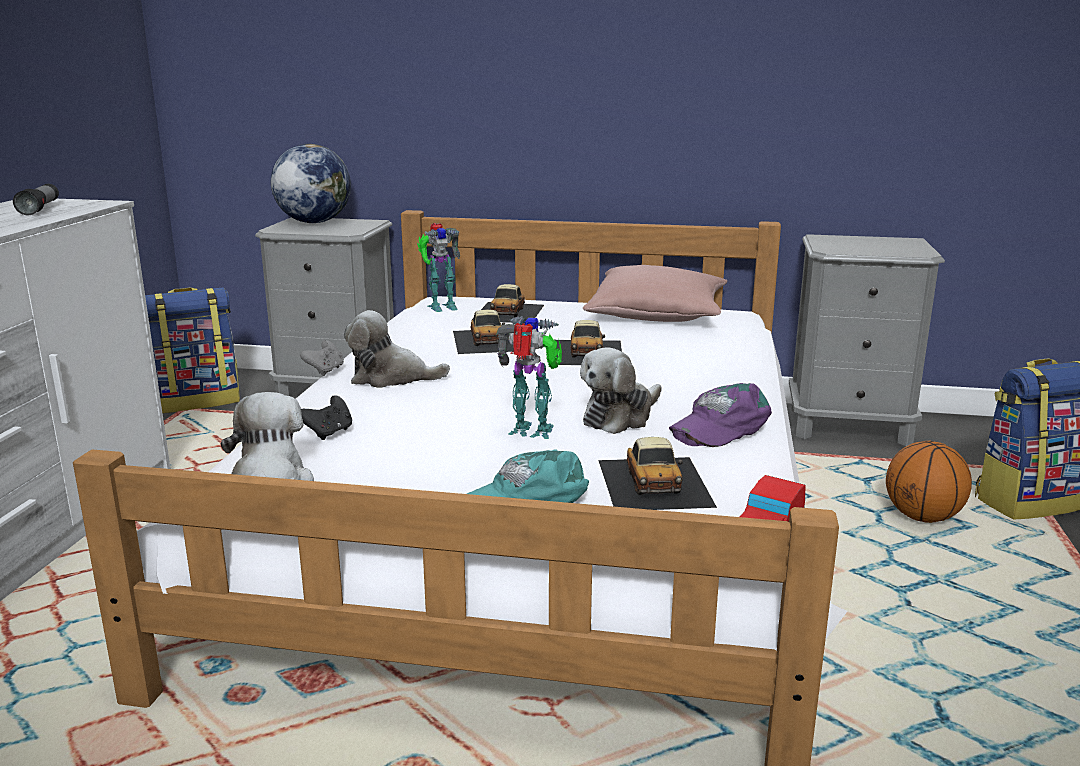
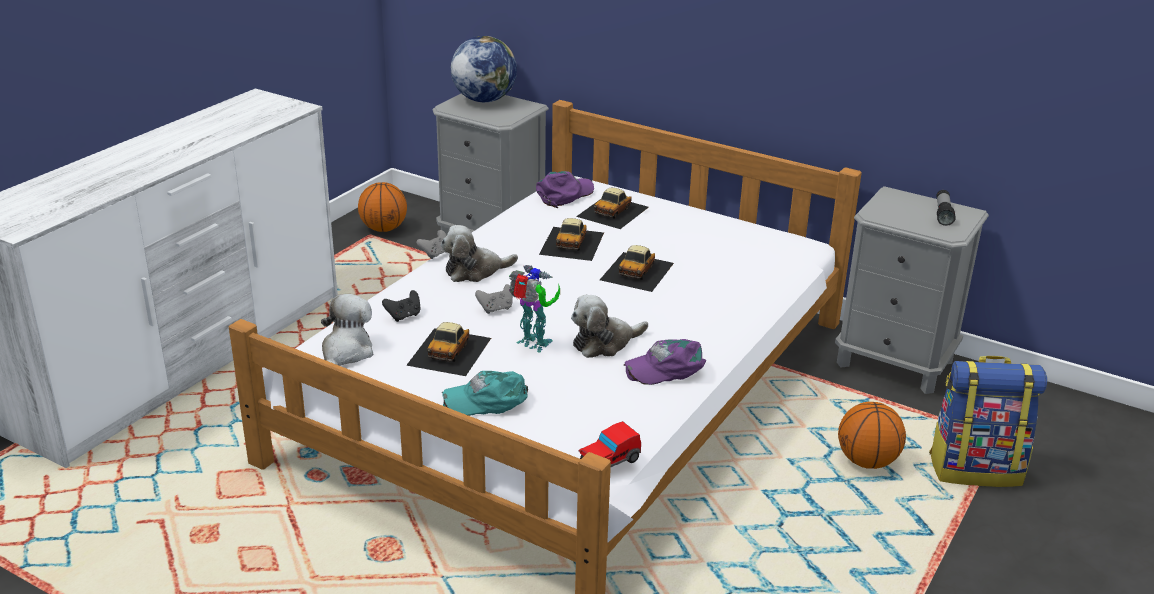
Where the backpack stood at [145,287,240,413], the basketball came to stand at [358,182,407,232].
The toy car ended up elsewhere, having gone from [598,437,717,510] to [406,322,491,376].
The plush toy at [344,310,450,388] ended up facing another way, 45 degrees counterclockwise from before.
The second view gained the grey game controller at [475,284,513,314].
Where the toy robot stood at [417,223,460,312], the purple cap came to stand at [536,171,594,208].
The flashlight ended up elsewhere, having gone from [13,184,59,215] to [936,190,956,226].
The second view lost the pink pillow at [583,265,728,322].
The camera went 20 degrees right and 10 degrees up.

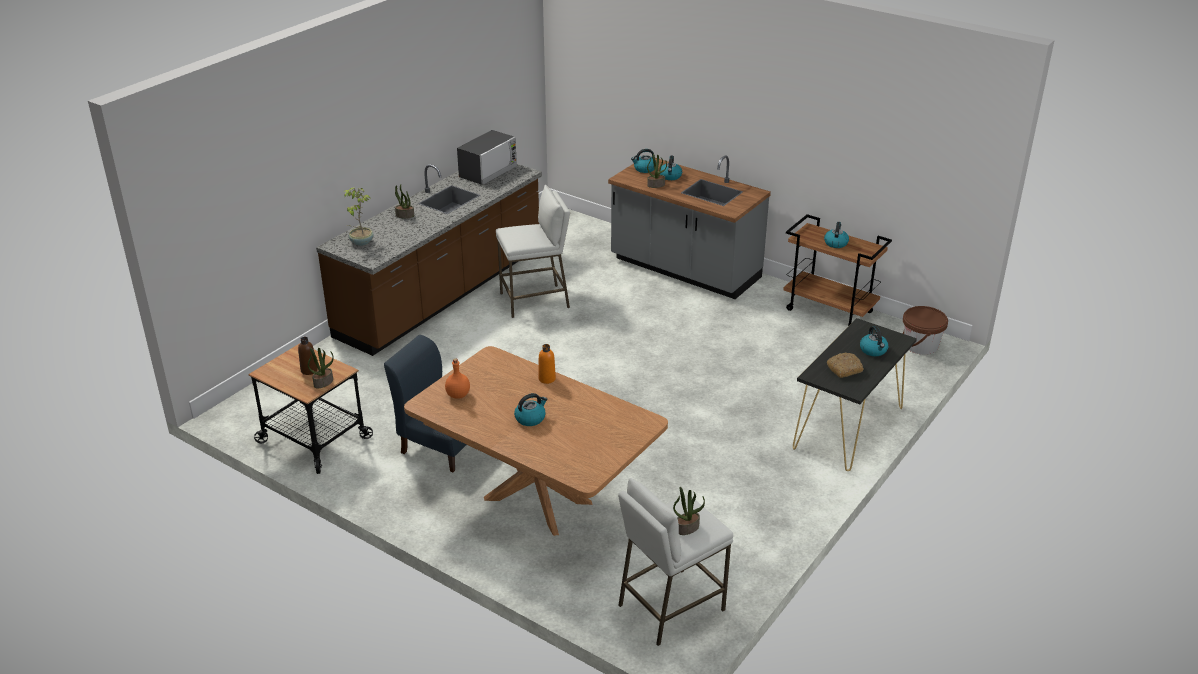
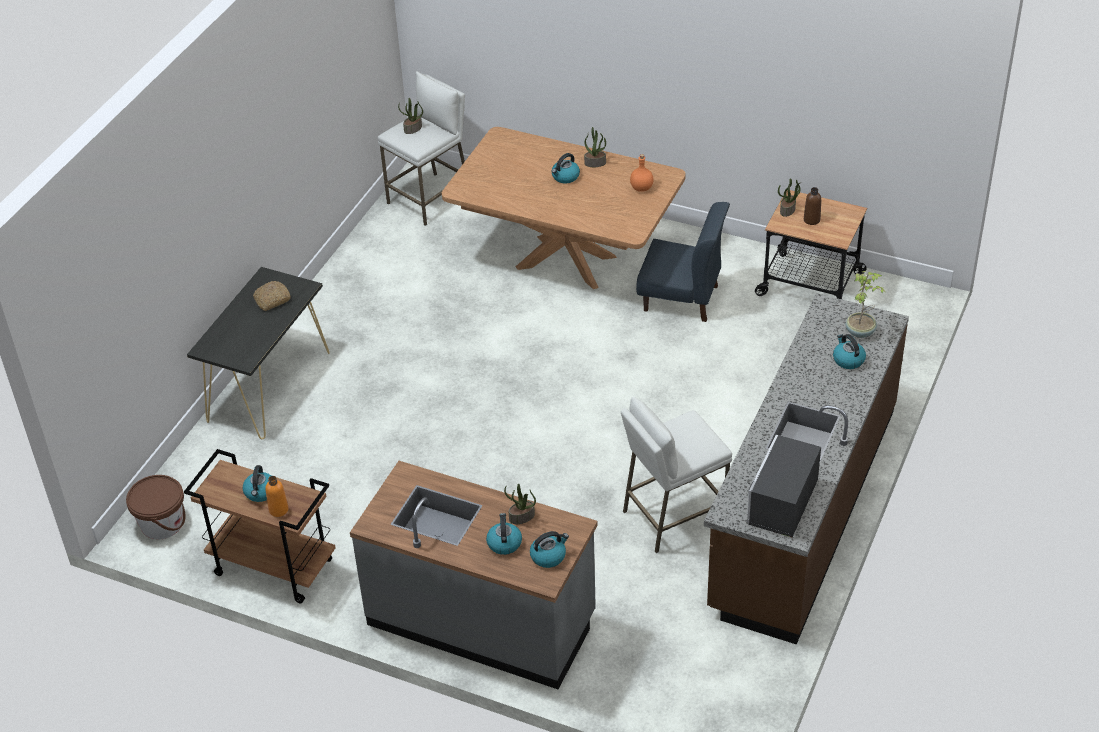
The orange bottle ended up elsewhere, having gone from [538,344,556,384] to [265,476,288,517].
The potted plant ended up elsewhere, having gone from [395,185,414,218] to [584,127,606,167].
The kettle ended up elsewhere, having gone from [860,326,888,356] to [833,334,866,369].
The camera went 170 degrees right and 10 degrees up.

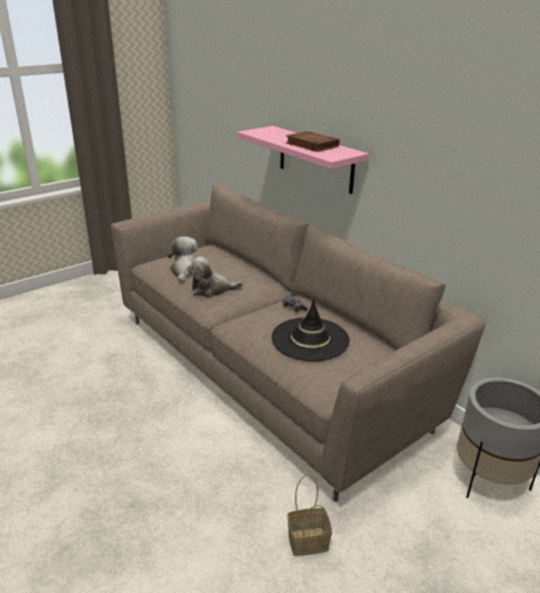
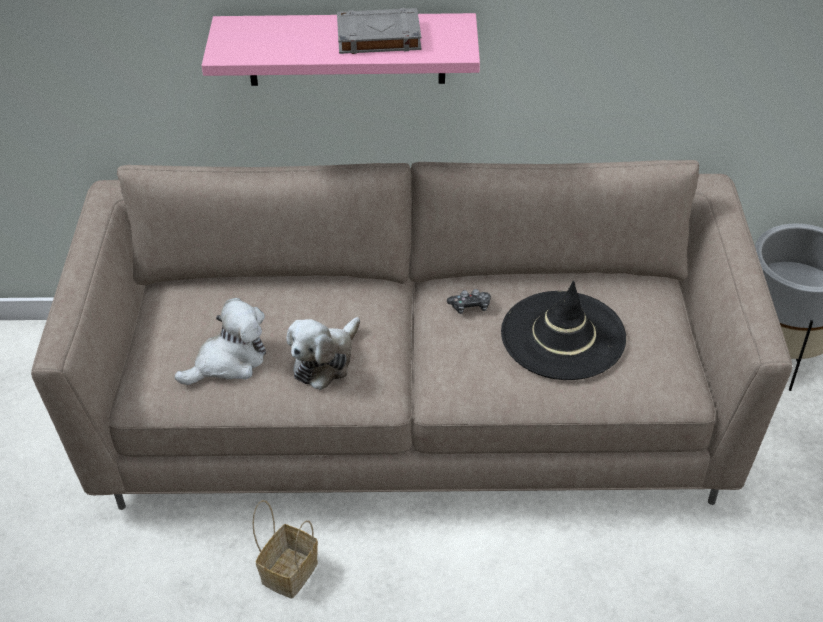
The plush toy at [167,236,198,283] ended up facing another way, 105 degrees clockwise from before.
The basket ended up elsewhere, having gone from [287,475,332,556] to [252,500,318,599].
What was the brown book at [286,131,340,152] turned into the grey book at [337,8,421,54].
The camera went 50 degrees left and 15 degrees up.

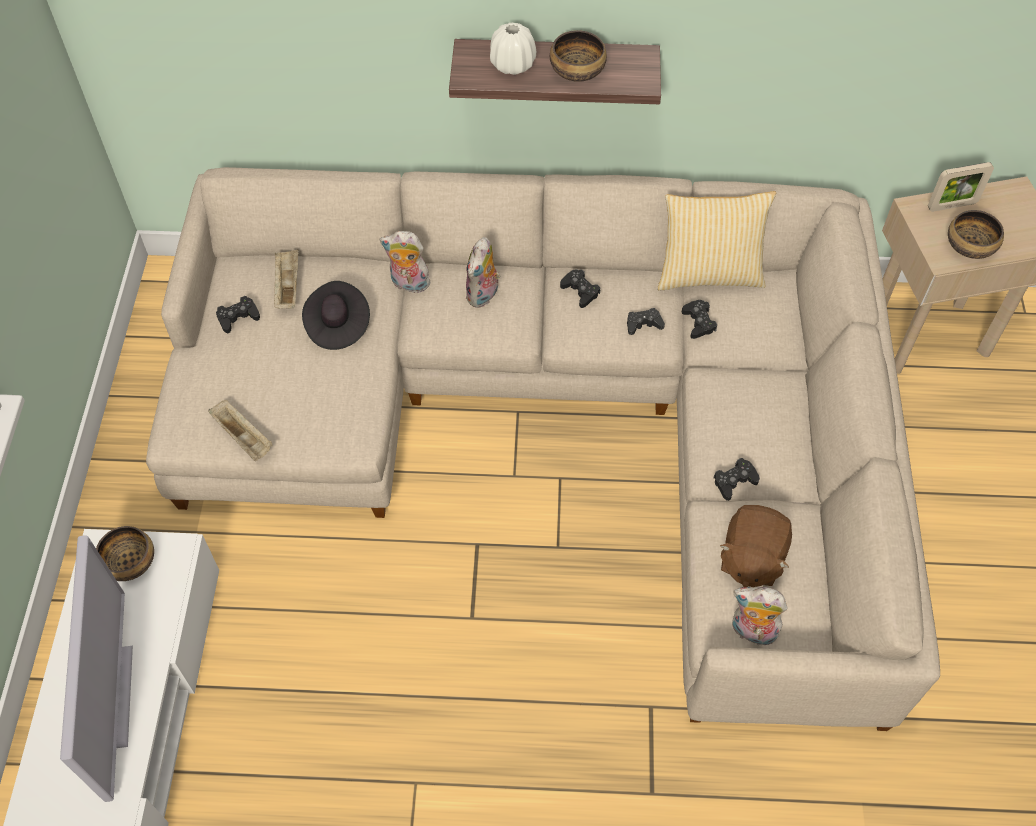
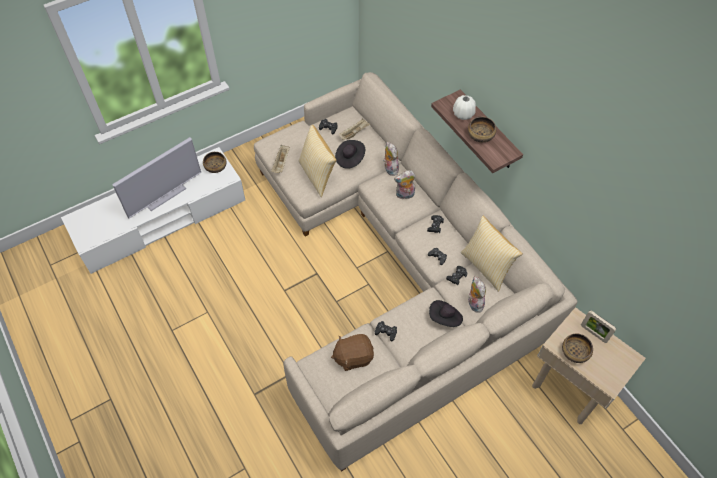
The second view gained the pillow at [299,125,336,197].
The second view gained the black hat at [429,300,463,327].
The plush toy ended up elsewhere, having gone from [732,587,788,645] to [468,276,486,313].
The camera went 55 degrees right and 0 degrees up.

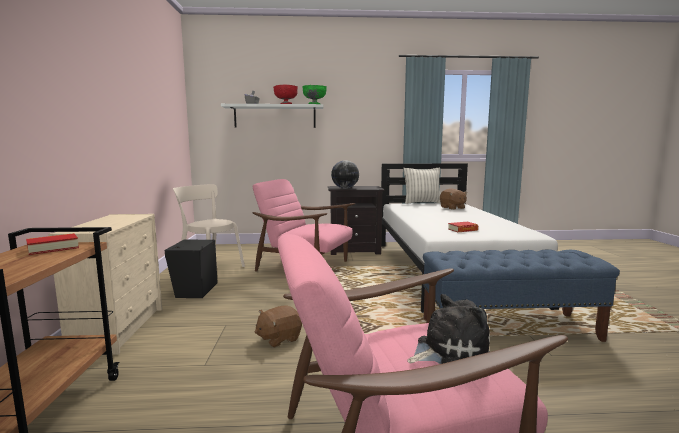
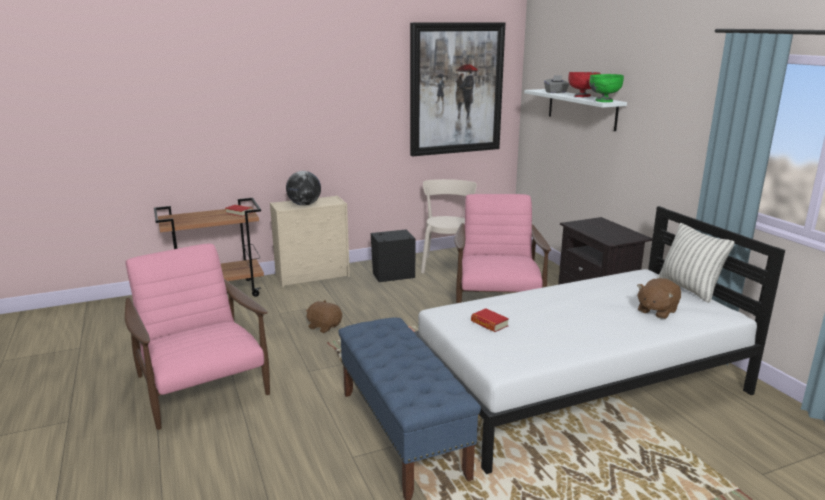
The globe ended up elsewhere, having gone from [331,160,359,188] to [286,171,321,206].
The second view gained the picture at [410,22,505,156].
The second view lost the plush toy at [407,294,490,364].
The camera went 70 degrees right and 10 degrees up.

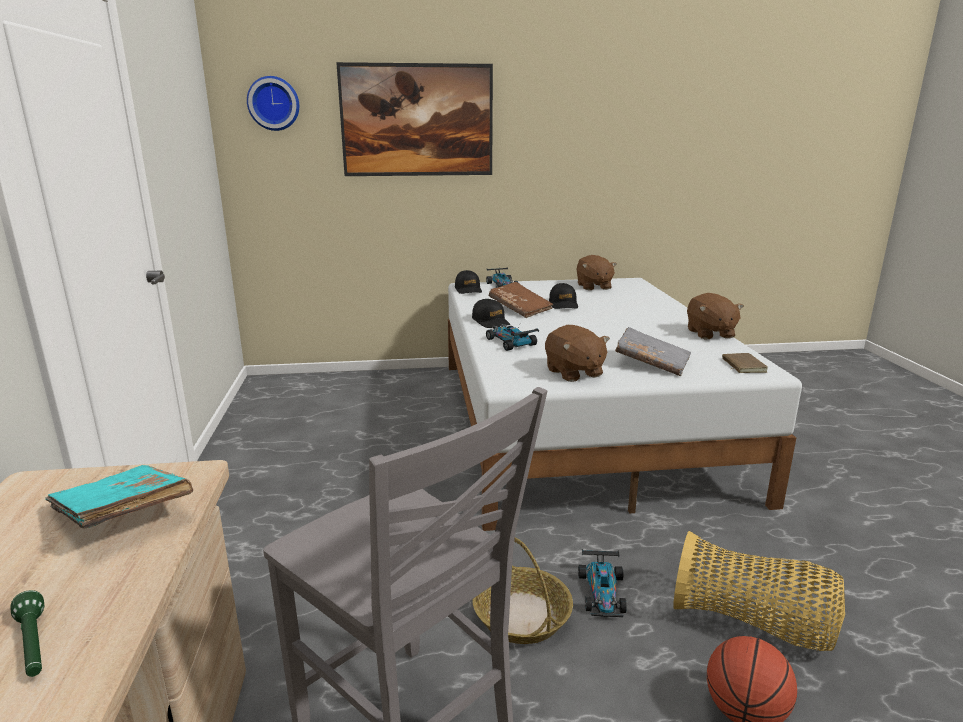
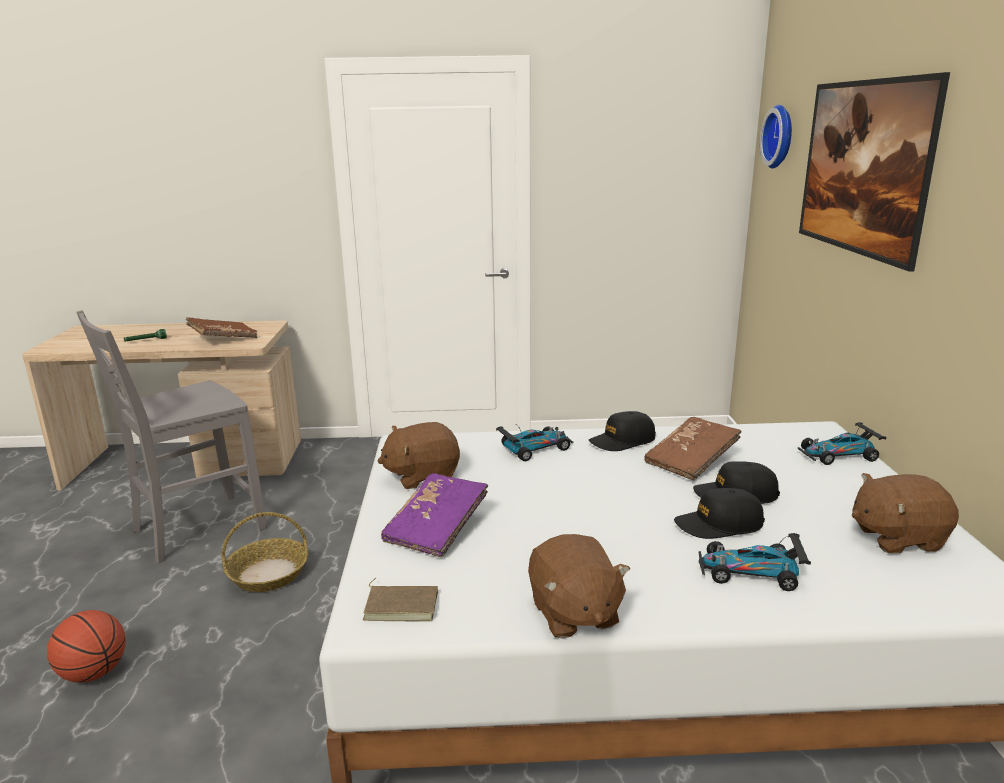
What was the turquoise book at [45,465,193,529] turned into the brown book at [186,317,257,338].
What was the grey book at [615,327,691,376] turned into the purple book at [381,473,488,557].
The brown plush toy at [687,293,744,339] ended up facing another way, 105 degrees counterclockwise from before.
The black cap ended up elsewhere, having gone from [455,270,482,294] to [674,488,765,539].
The toy car ended up elsewhere, having gone from [578,549,627,617] to [699,533,811,591].
The second view lost the basket at [673,531,845,651].
The camera went 95 degrees right and 0 degrees up.

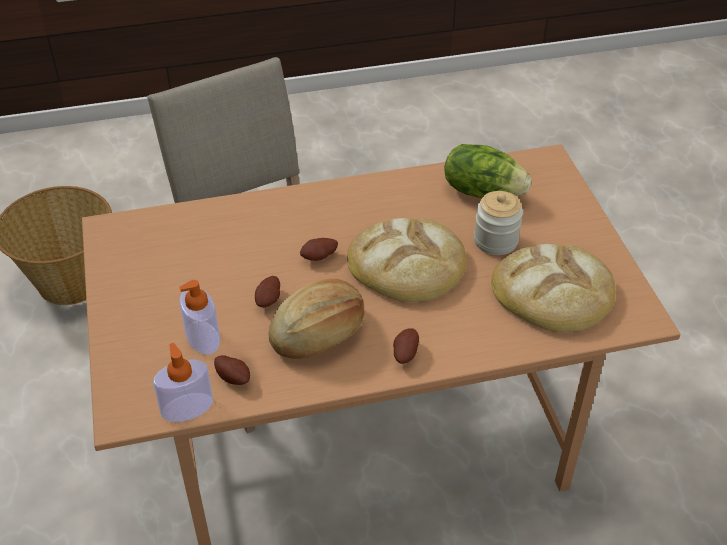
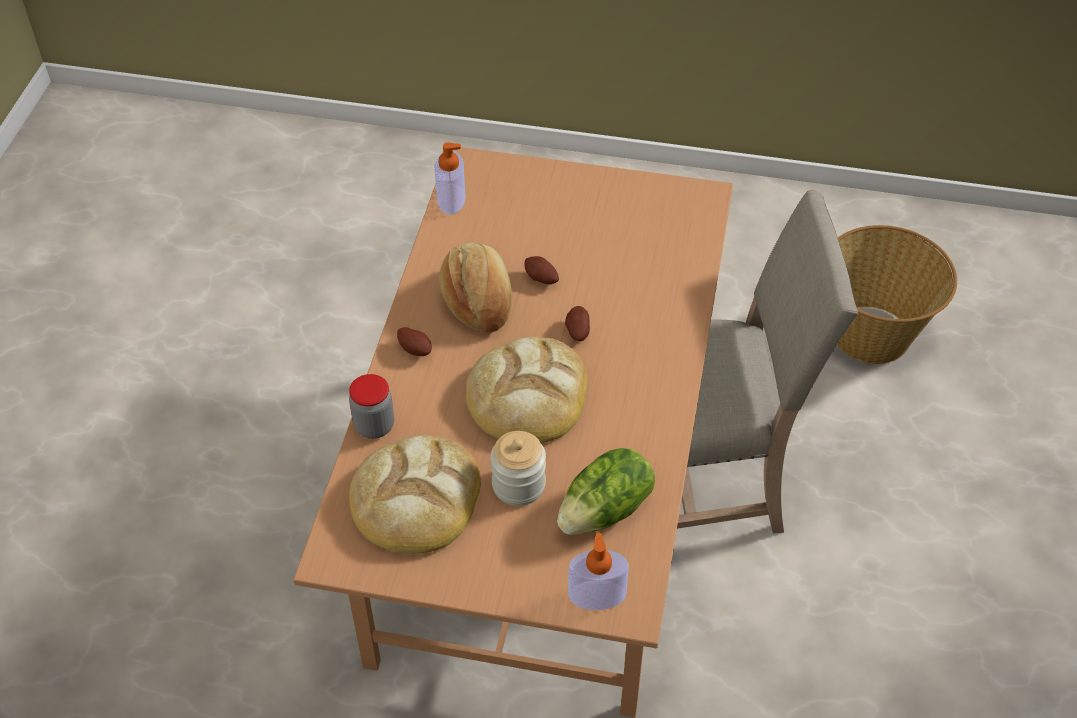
The second view gained the jar at [349,374,394,439].
The soap dispenser ended up elsewhere, having gone from [179,280,220,355] to [568,533,629,610].
The second view lost the potato at [214,355,250,385].
The camera went 115 degrees right and 5 degrees up.

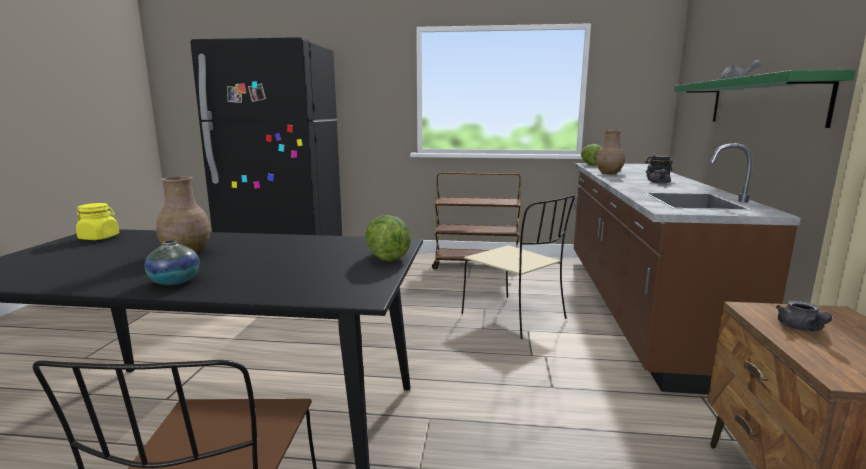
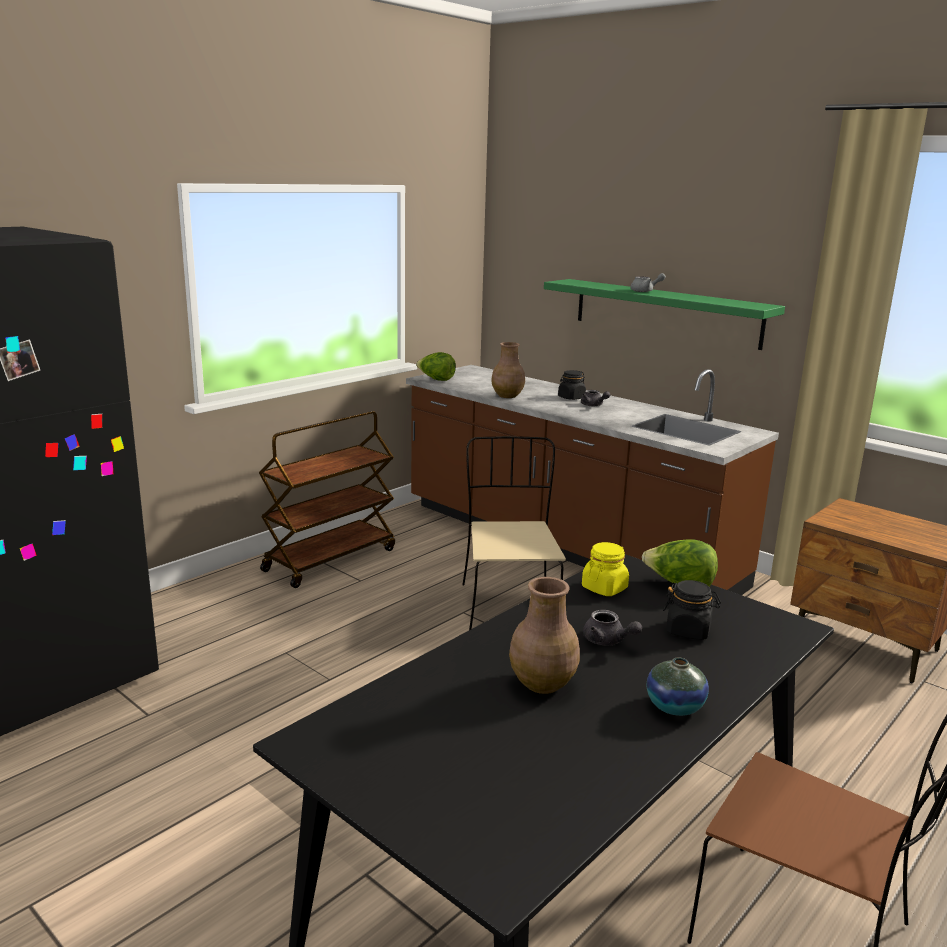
The beige chair at [461,195,575,339] ended up facing another way, 90 degrees counterclockwise from before.
The yellow jar ended up elsewhere, having gone from [76,203,119,240] to [582,542,629,596].
The grey teapot ended up elsewhere, having gone from [776,301,832,332] to [583,610,642,646].
The second view gained the black jar at [663,580,721,640].
The camera went 55 degrees left and 5 degrees up.

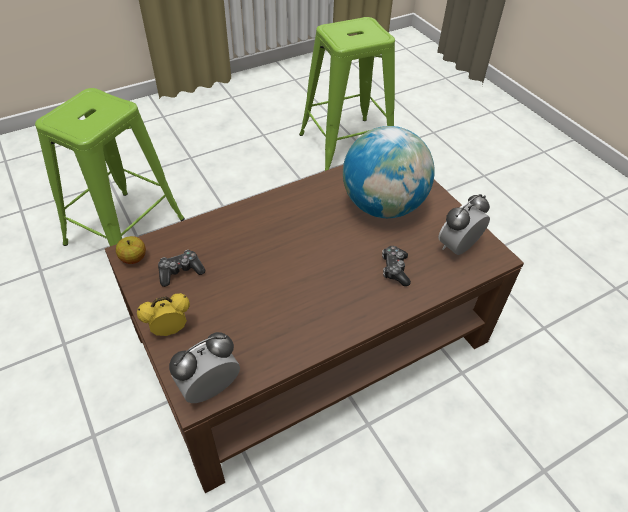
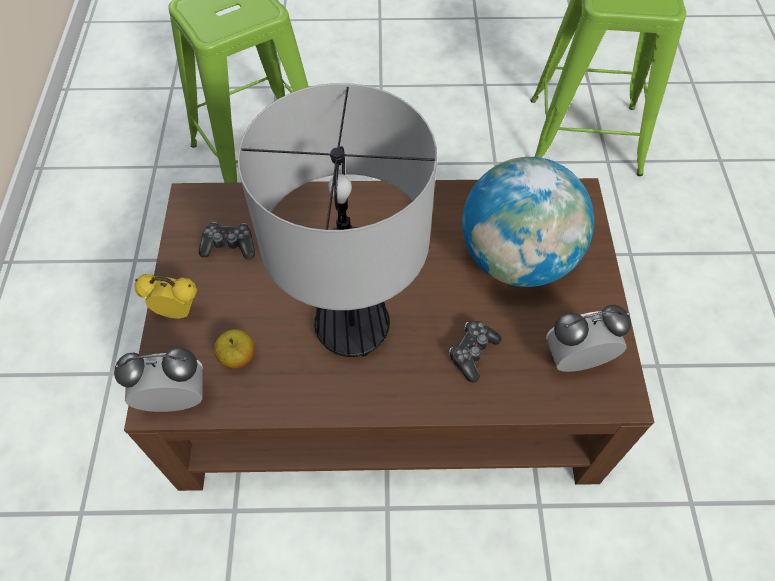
The apple ended up elsewhere, having gone from [116,236,146,264] to [214,329,255,369].
The second view gained the table lamp at [237,83,437,357].
The camera went 30 degrees right and 10 degrees up.

